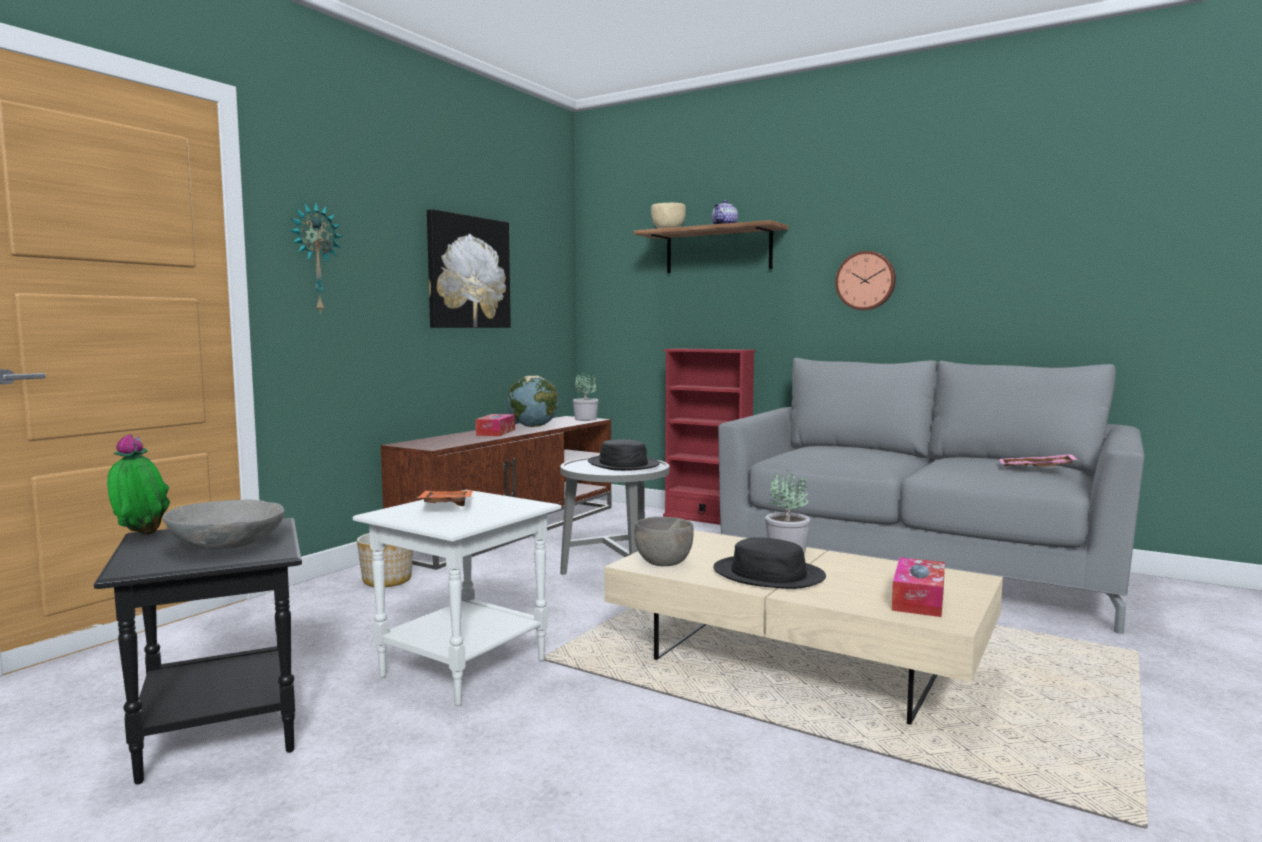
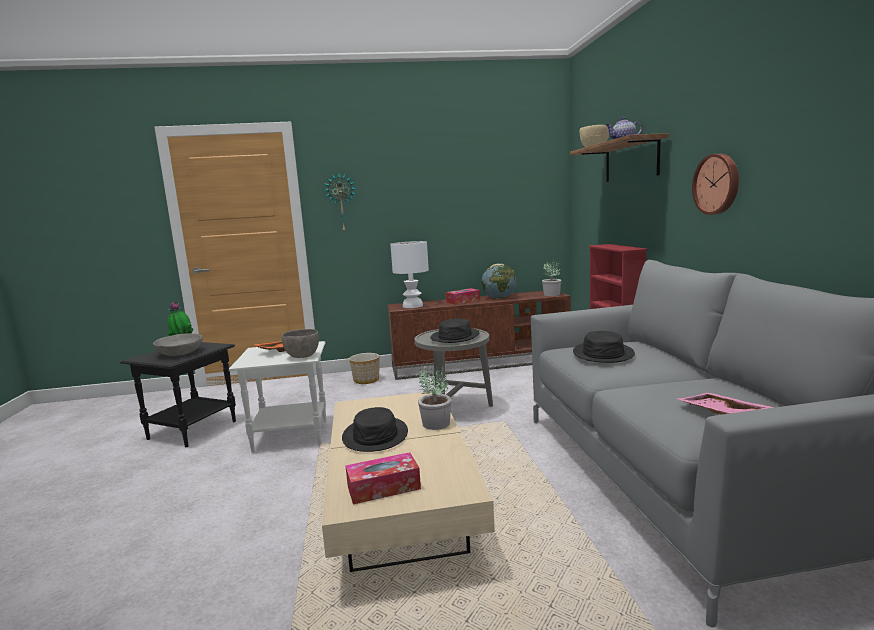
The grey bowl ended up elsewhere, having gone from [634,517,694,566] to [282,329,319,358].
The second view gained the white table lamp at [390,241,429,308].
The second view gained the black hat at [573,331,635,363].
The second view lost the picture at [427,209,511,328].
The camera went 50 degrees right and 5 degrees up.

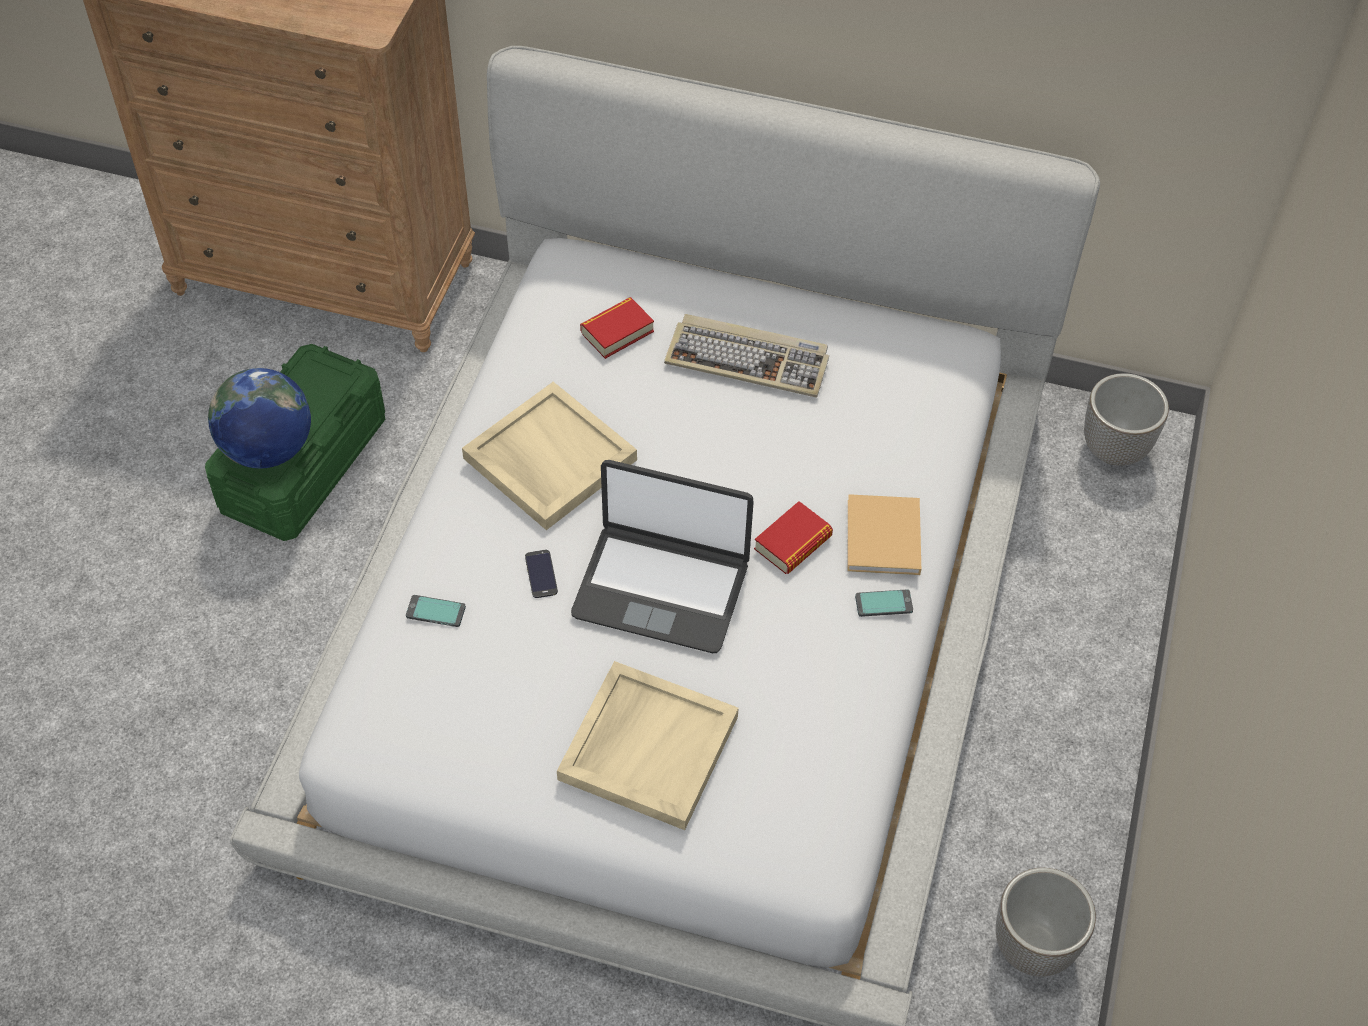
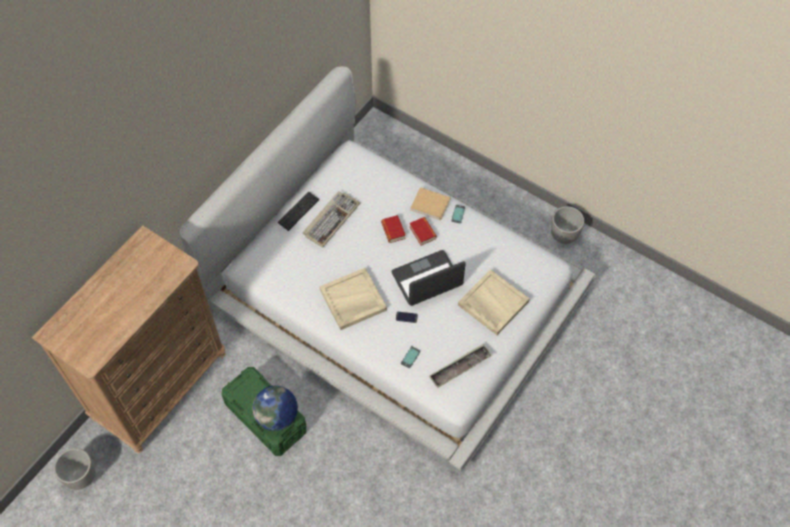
The planter ended up elsewhere, having gone from [1084,373,1169,466] to [54,448,95,490].
The second view gained the keyboard at [277,191,320,231].
The book ended up elsewhere, having gone from [580,297,654,359] to [381,215,406,243].
The laptop at [571,460,754,653] ended up facing another way, 150 degrees counterclockwise from before.
The second view gained the tray at [429,344,492,388].
The camera went 70 degrees left and 5 degrees up.

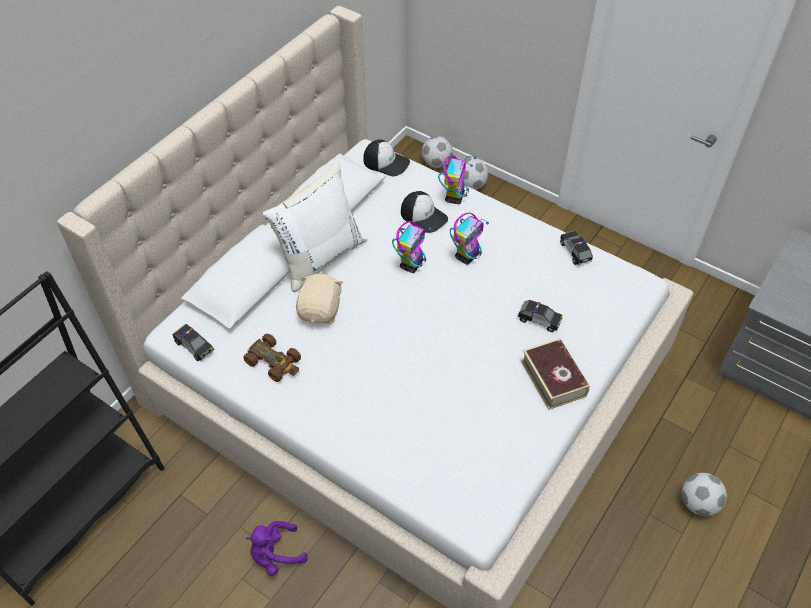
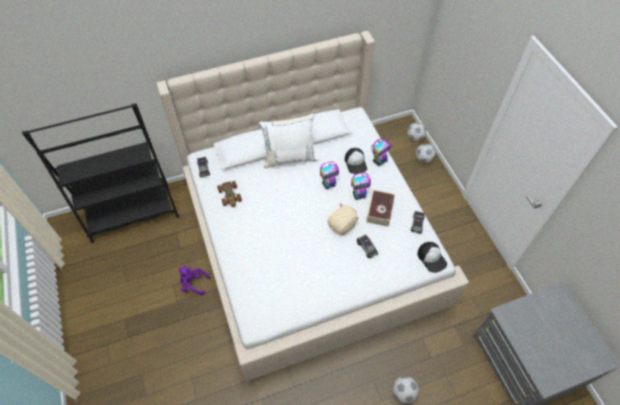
The beige plush toy ended up elsewhere, having gone from [296,274,343,324] to [328,203,359,236].
The book ended up elsewhere, having gone from [521,338,590,410] to [366,190,395,227].
The cap ended up elsewhere, having gone from [363,139,410,177] to [417,242,447,273].
The camera went 35 degrees right and 5 degrees up.

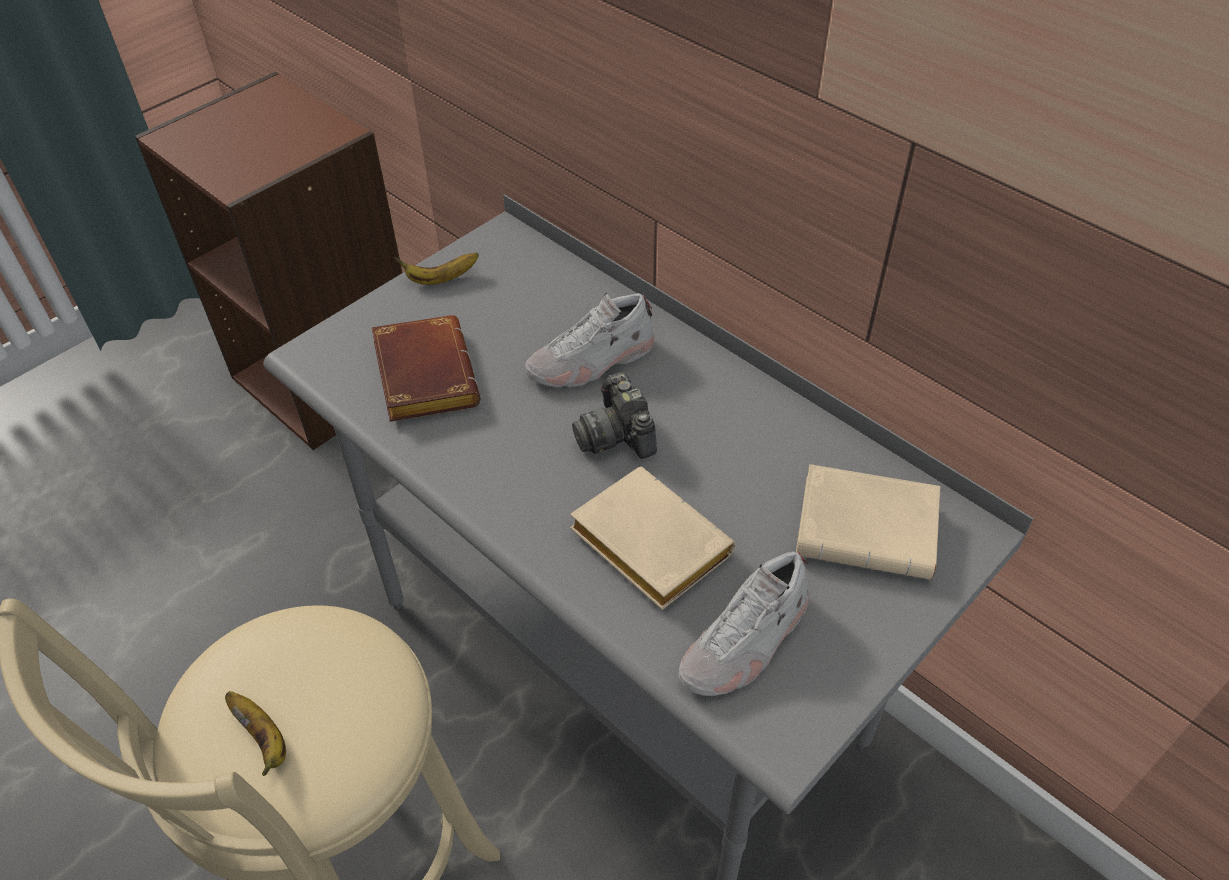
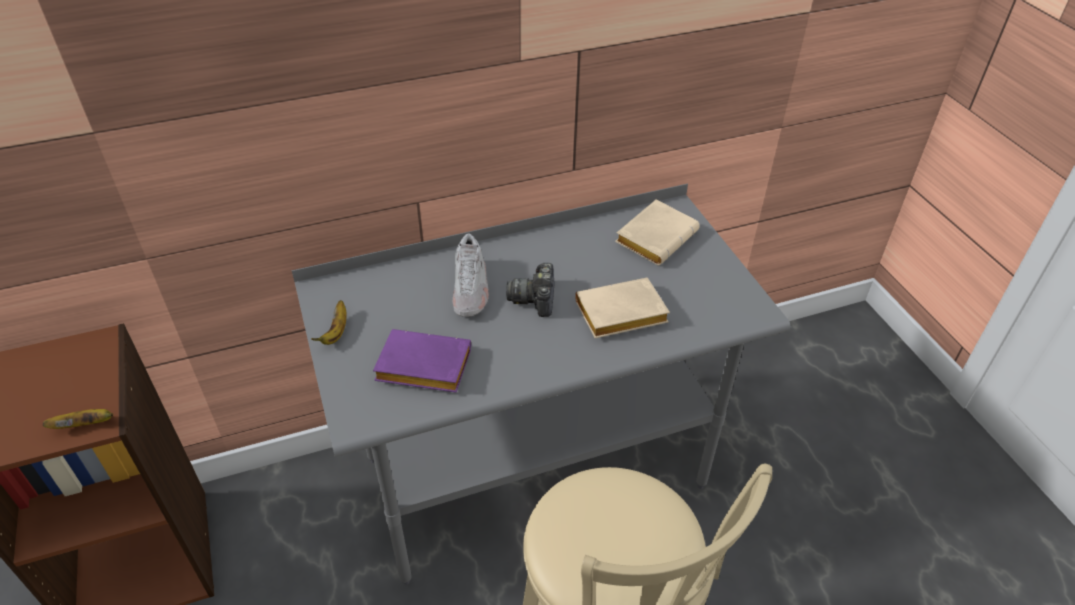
The banana ended up elsewhere, having gone from [225,691,286,776] to [43,409,113,429].
What was the brown book at [372,315,480,422] turned into the purple book at [373,329,471,393].
The photo camera at [572,372,657,459] ended up facing another way, 90 degrees clockwise from before.
The second view lost the white shoe at [679,551,810,696].
The camera went 65 degrees left and 5 degrees down.

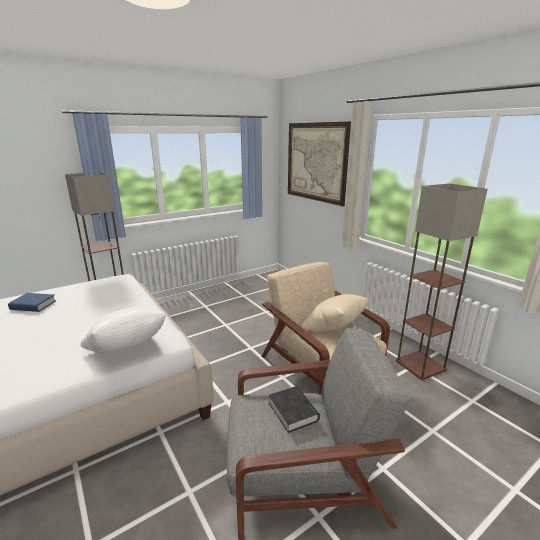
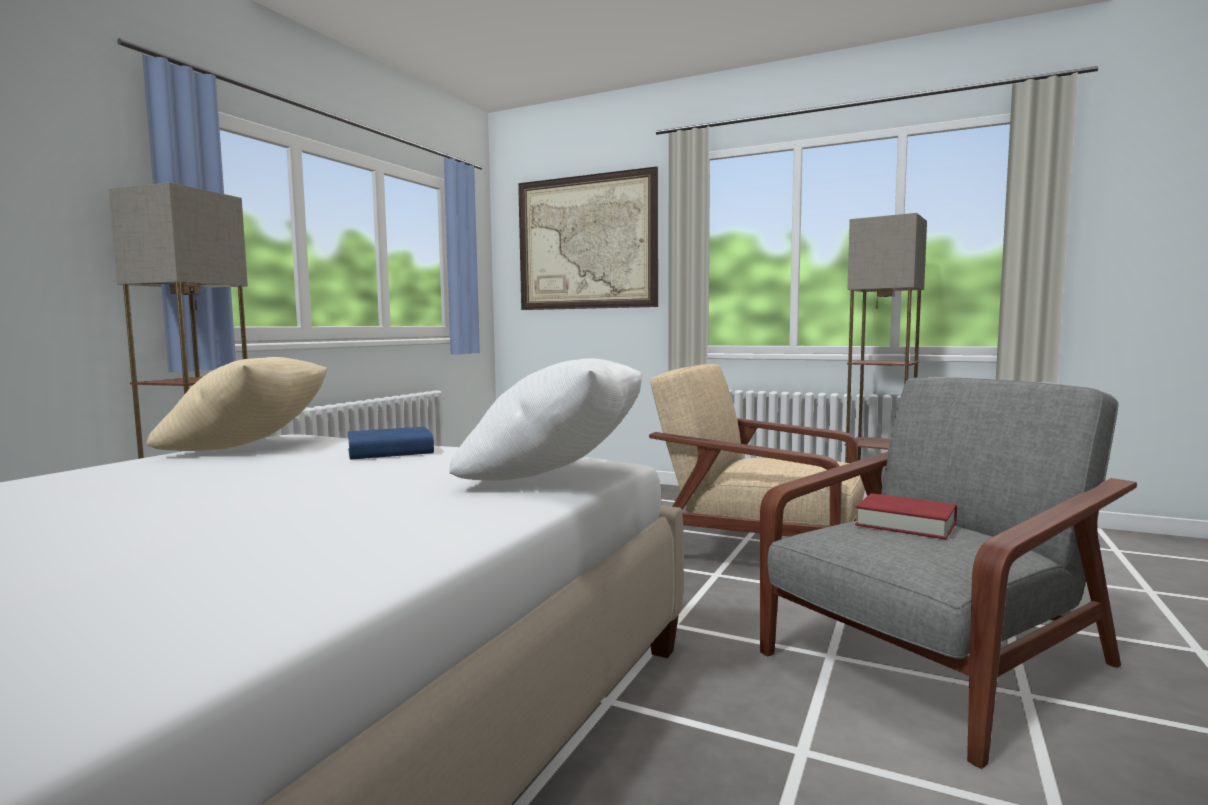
The beige pillow ended up elsewhere, having gone from [301,294,369,331] to [147,357,328,451].
The blue book ended up elsewhere, having gone from [8,293,56,312] to [347,427,434,460].
What was the black book at [269,386,320,433] turned into the red book at [855,493,957,540].
The camera went 30 degrees left and 15 degrees down.

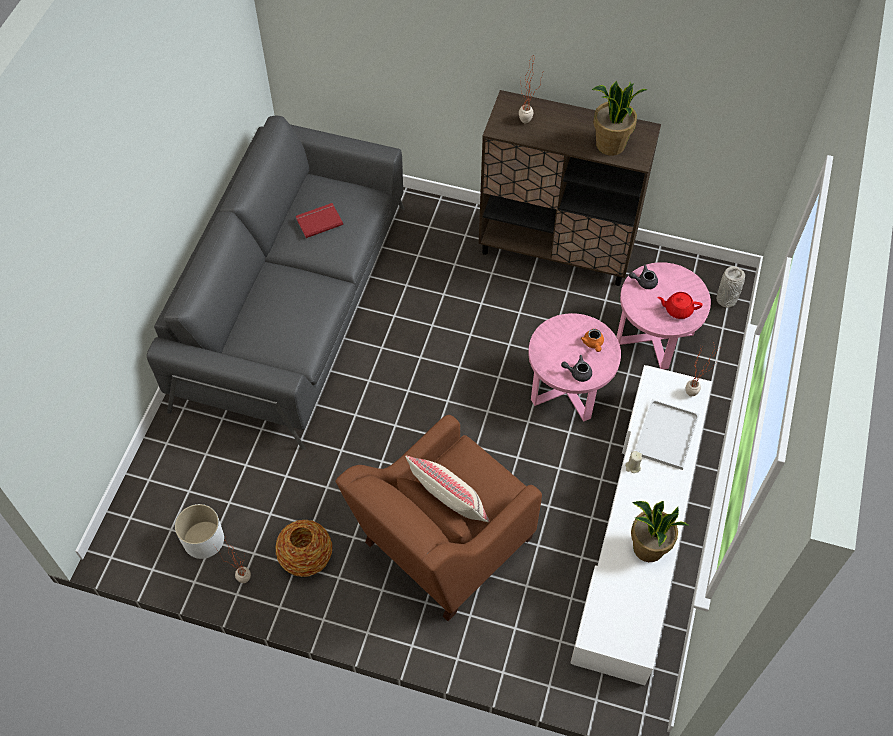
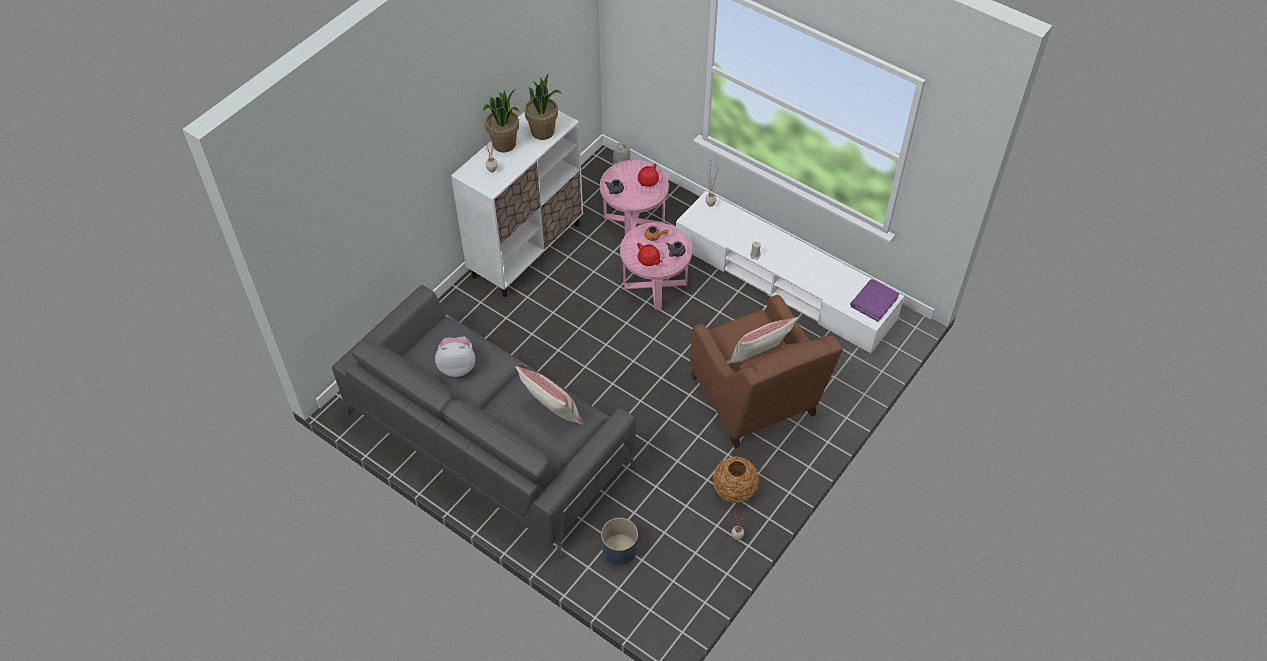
Where the red book stood at [296,203,343,238], the plush toy came to stand at [435,336,475,377].
What was the brown cabinet at [479,90,661,286] turned into the white cabinet at [451,110,583,297].
The potted plant ended up elsewhere, having gone from [631,501,689,562] to [483,89,520,152].
The second view gained the beige pillow at [516,366,584,425].
The second view gained the blue planter at [601,518,638,565].
The second view gained the red teapot at [637,243,662,266].
The second view gained the purple book at [850,279,899,322].
The second view lost the white planter at [175,504,224,559].
The second view lost the white tray at [635,399,699,470].
The camera went 70 degrees left and 5 degrees down.

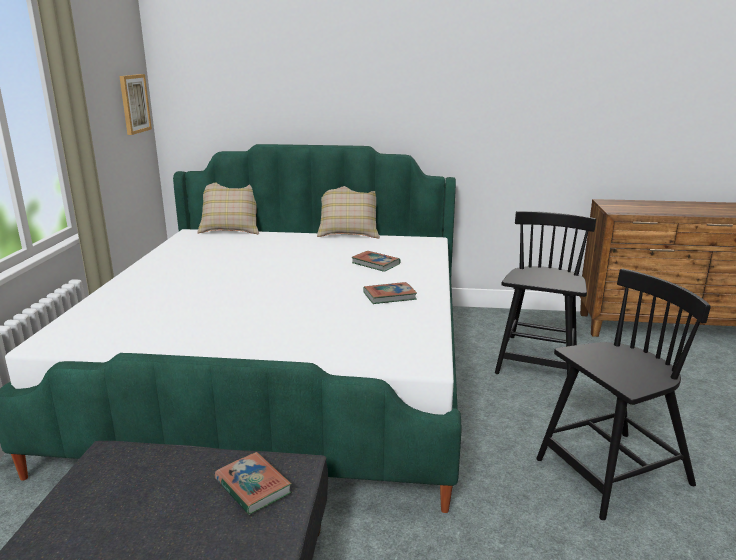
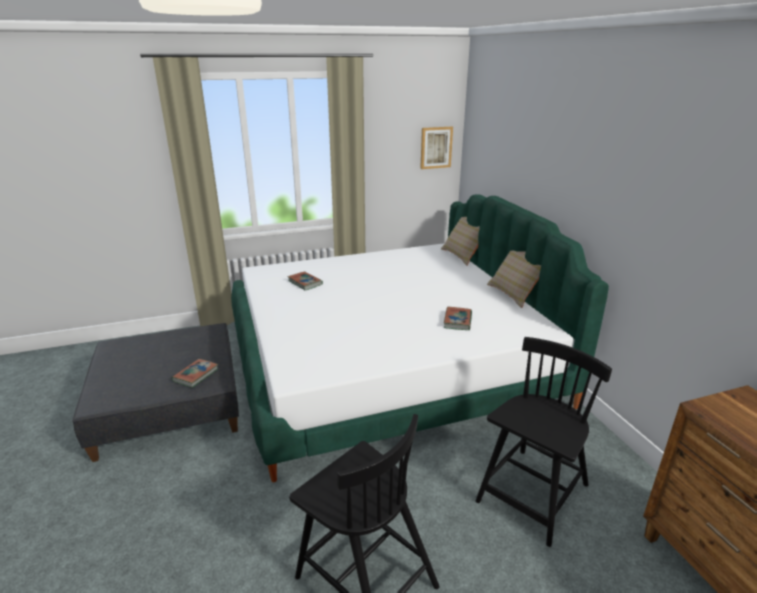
The book ended up elsewhere, having gone from [363,282,417,304] to [288,272,323,290].
The black chair at [495,211,596,375] ended up facing another way, 45 degrees counterclockwise from before.
The camera went 65 degrees right and 5 degrees up.

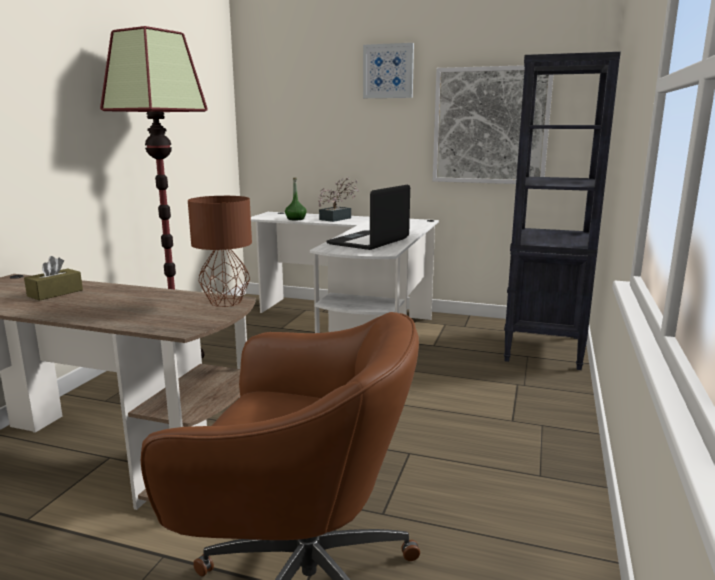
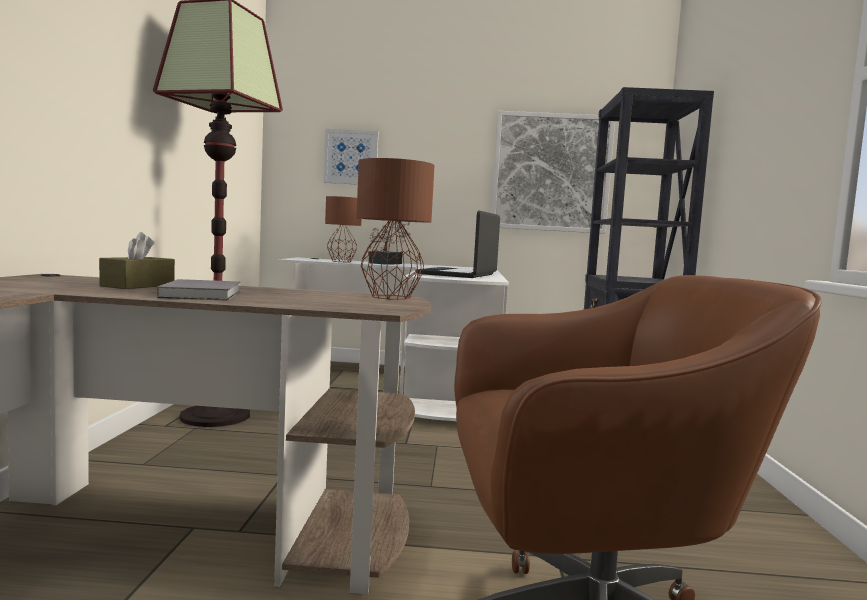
The second view gained the grey book at [157,279,240,301].
The picture ended up elsewhere, having gone from [363,43,414,98] to [324,129,379,185].
Where the green bottle stood at [285,178,307,220], the brown table lamp came to stand at [325,196,361,262].
The camera went 15 degrees left and 10 degrees down.

